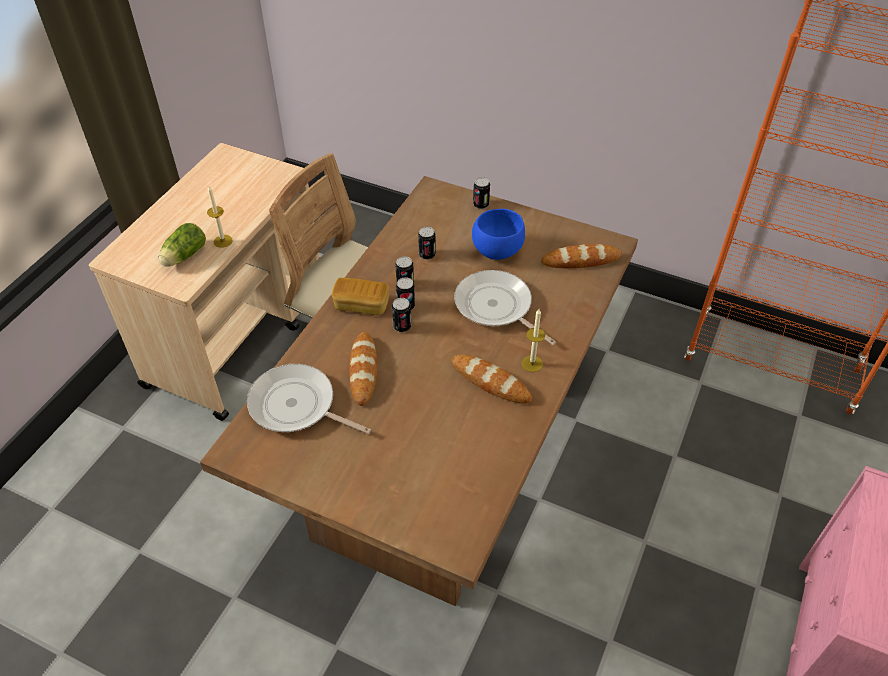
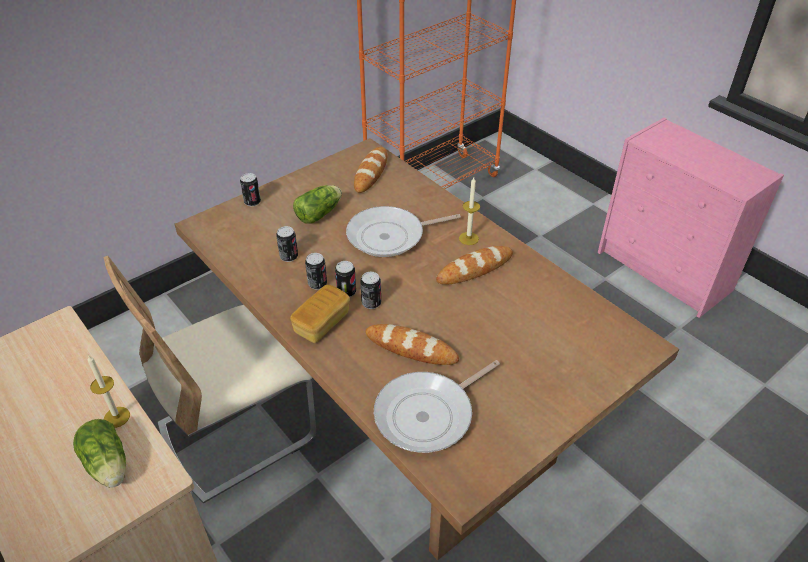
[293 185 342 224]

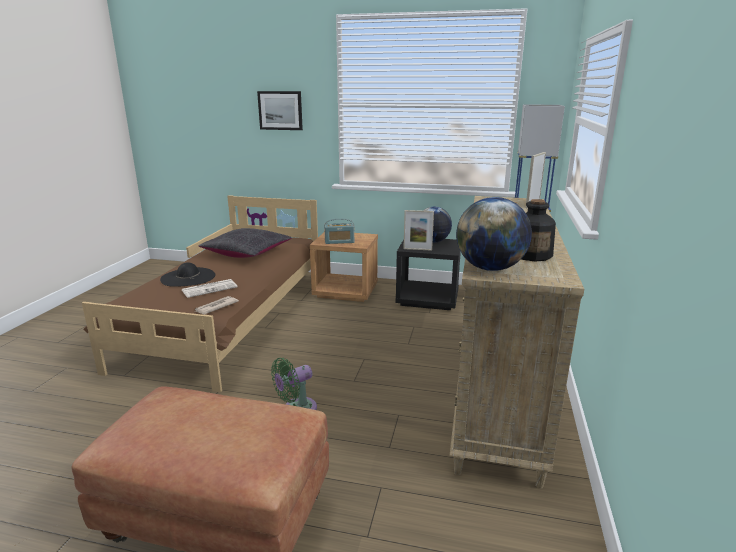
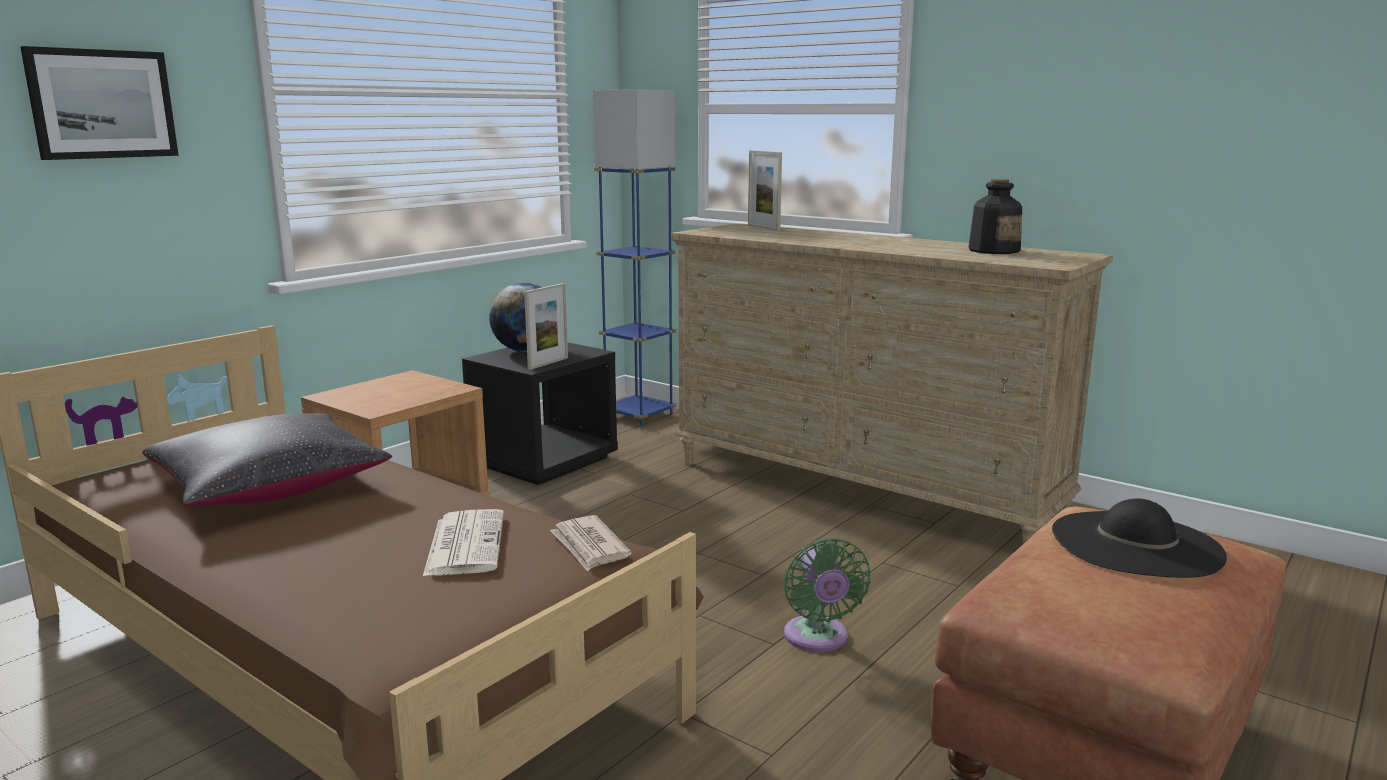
[1052 498 1227 578]
[324 219 355 244] (first image)
[456 197 532 271] (first image)

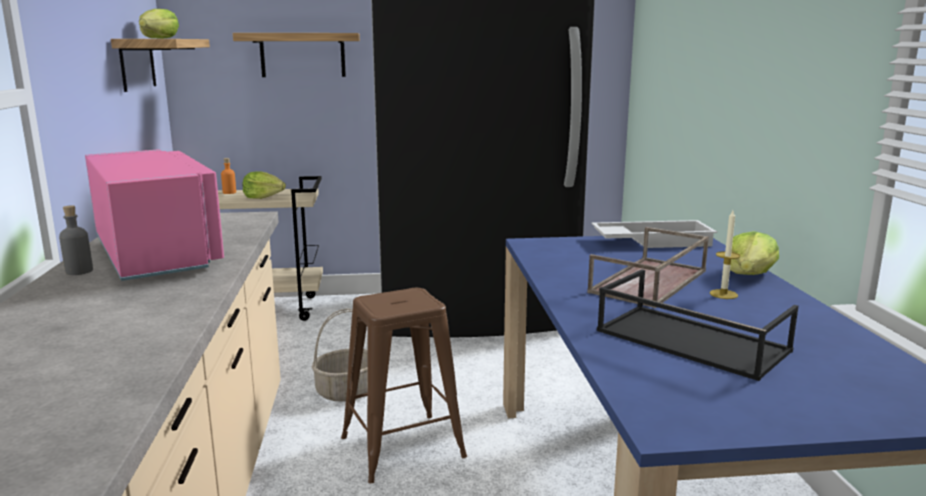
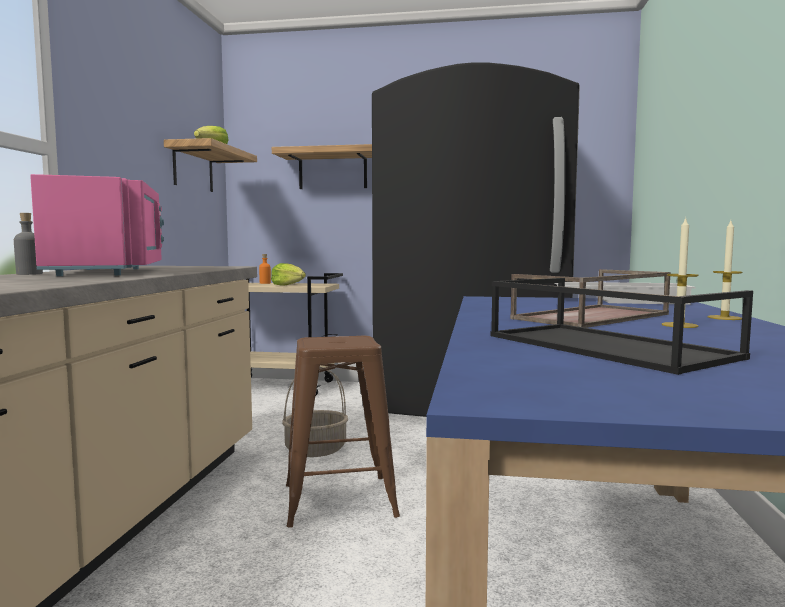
[708 221 743 320]

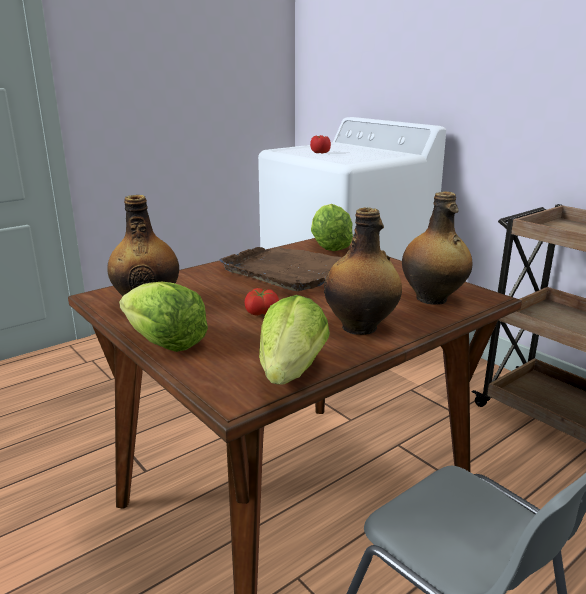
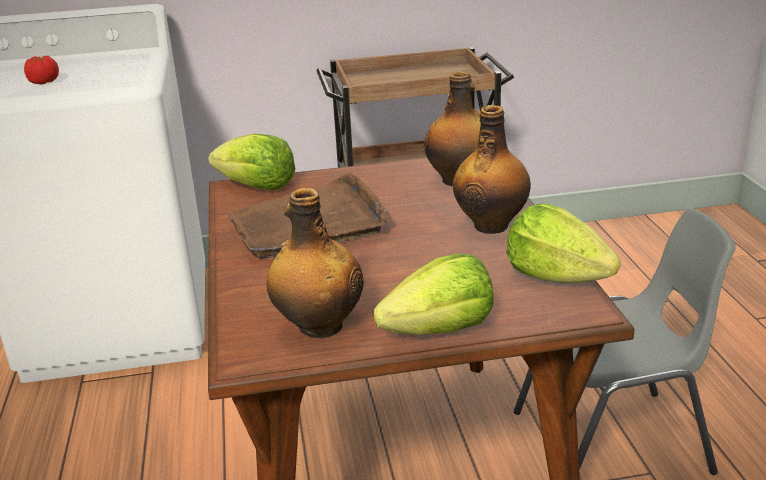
[244 288 279 316] (first image)

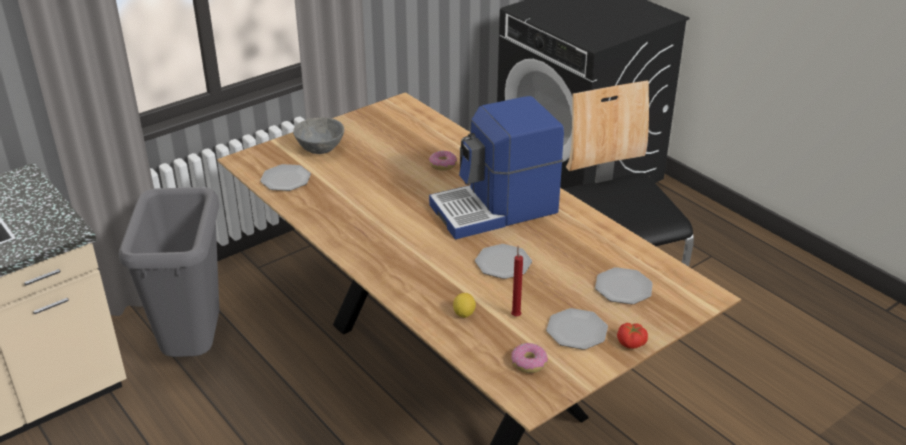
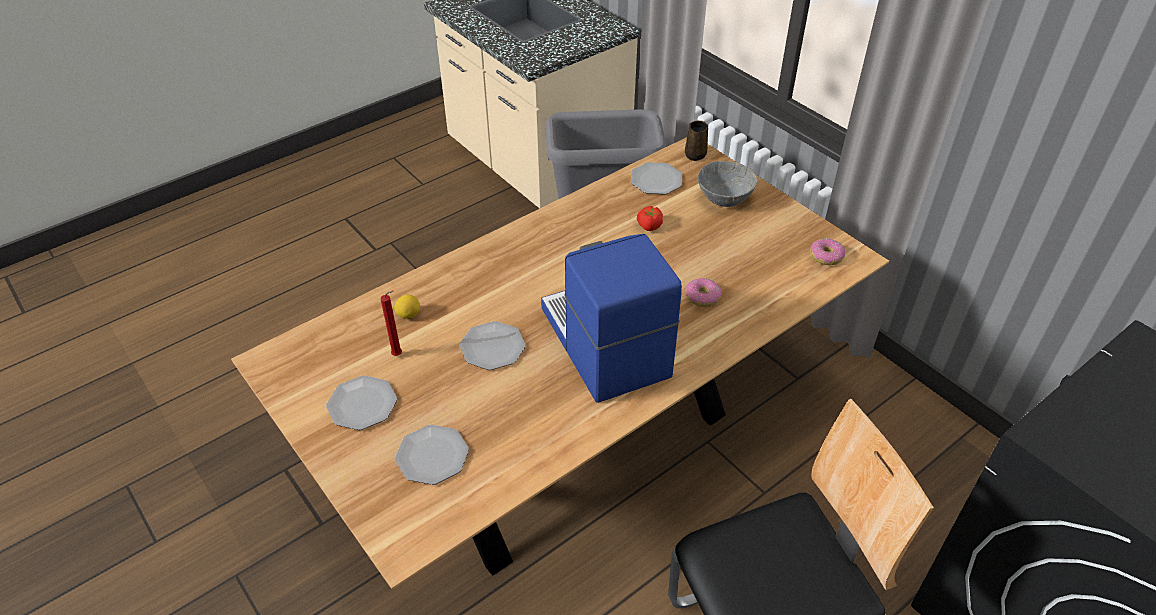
[637 206 663 231]
[685 121 708 161]
[810 238 845 265]

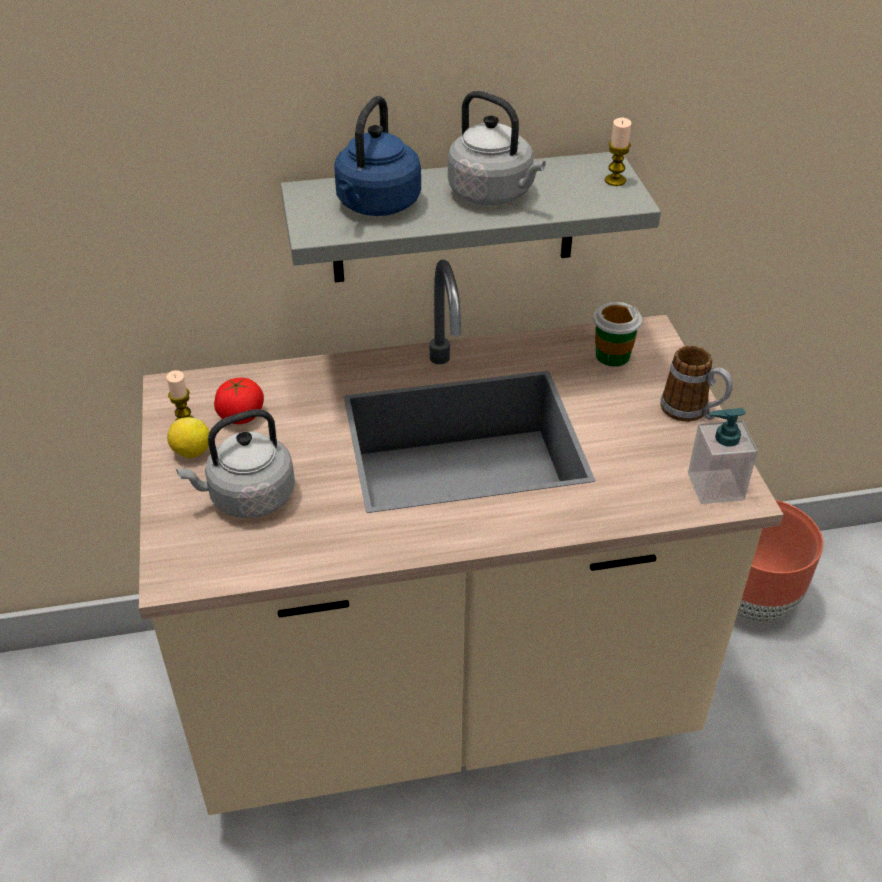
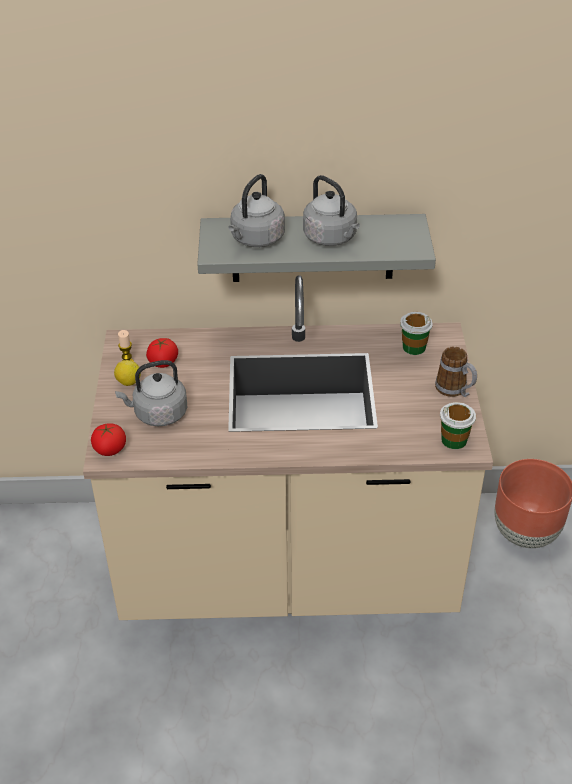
[91 423 126 456]
[228 174 285 247]
[440 402 476 449]
[605 118 631 186] (first image)

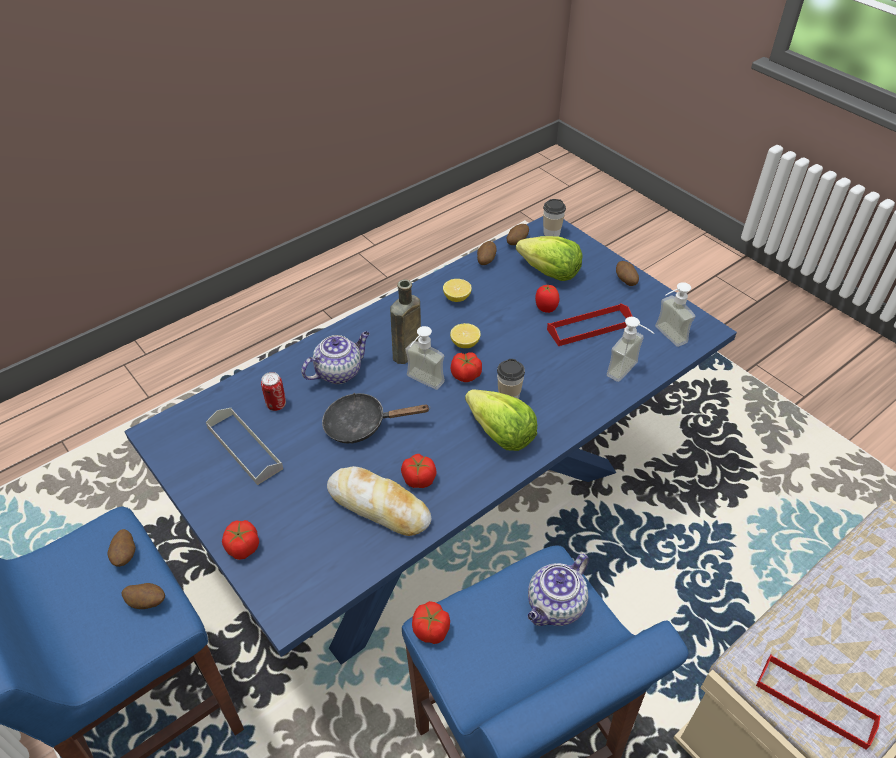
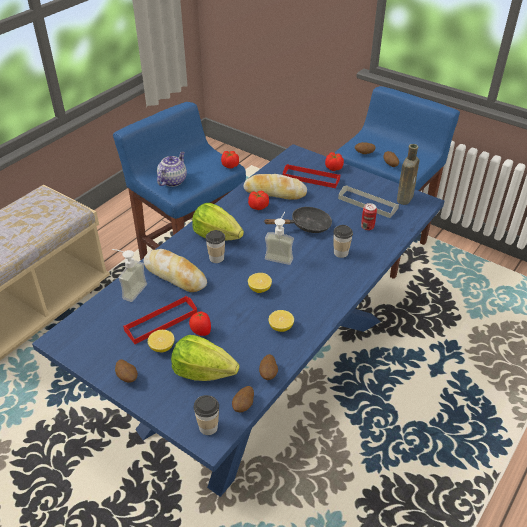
[143 249 207 292]
[148 330 174 352]
[283 164 340 188]
[333 225 353 258]
[397 144 419 205]
[450 352 482 382] (first image)
[655 282 695 347] (first image)

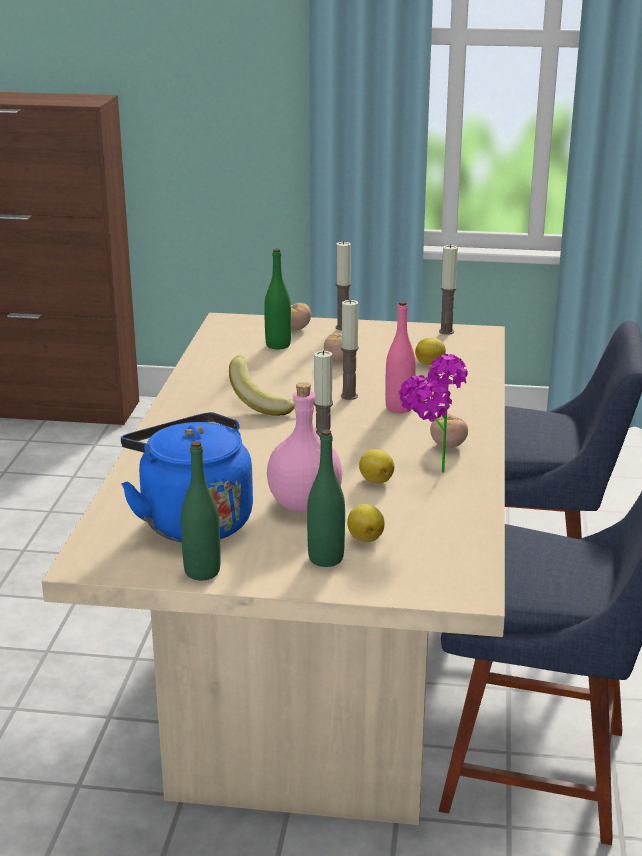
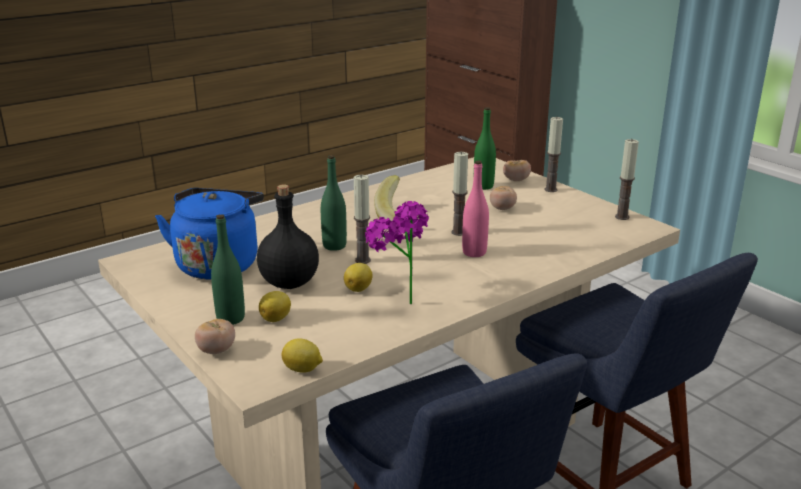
[195 319 235 354]
[257 184 319 289]
[282 338 323 373]
[321 155 347 251]

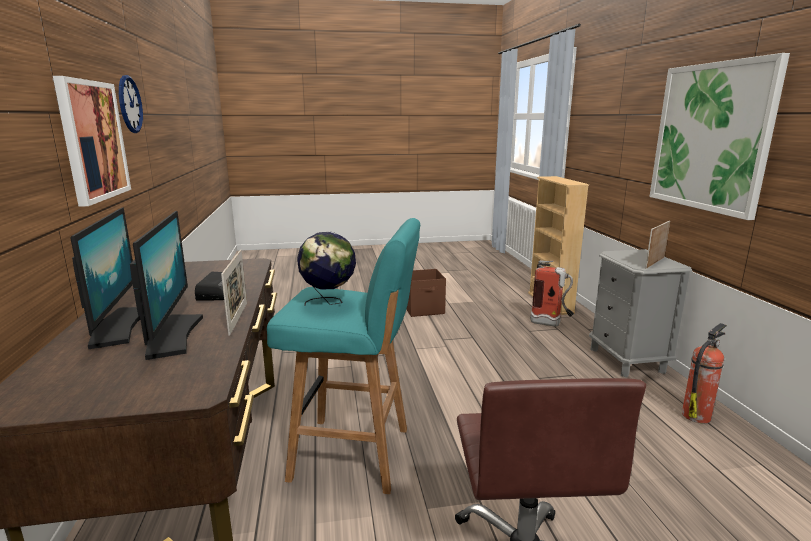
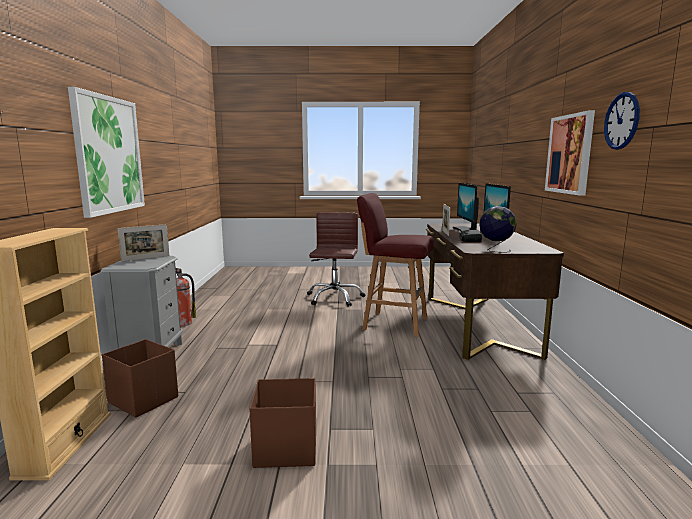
[102 339 178 417]
[357 193 434 337]
[479 206 517 253]

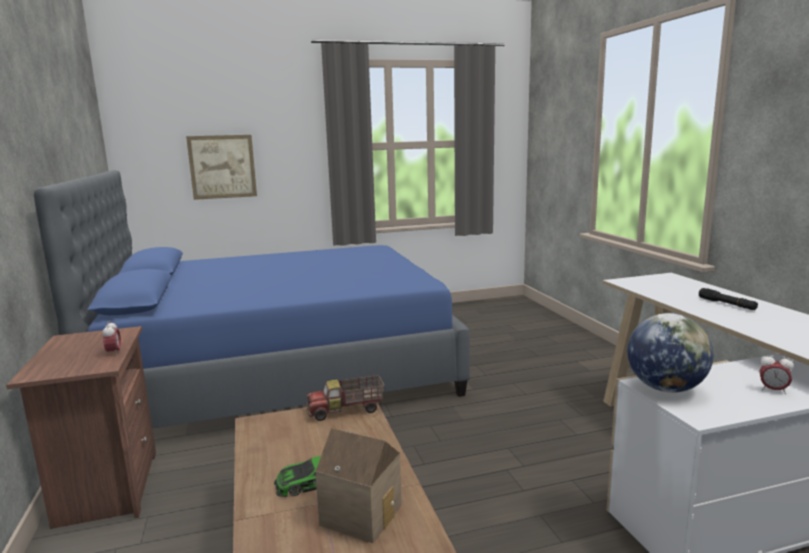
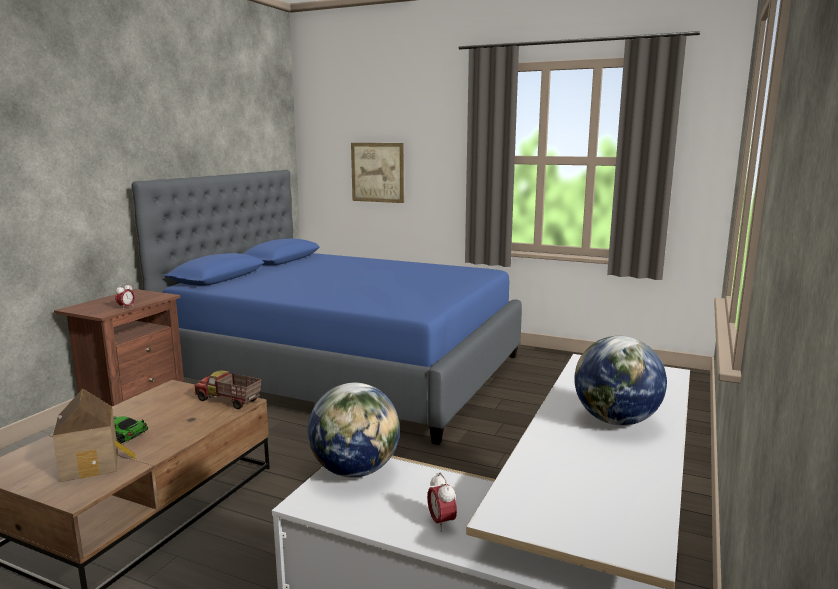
[574 336 667 426]

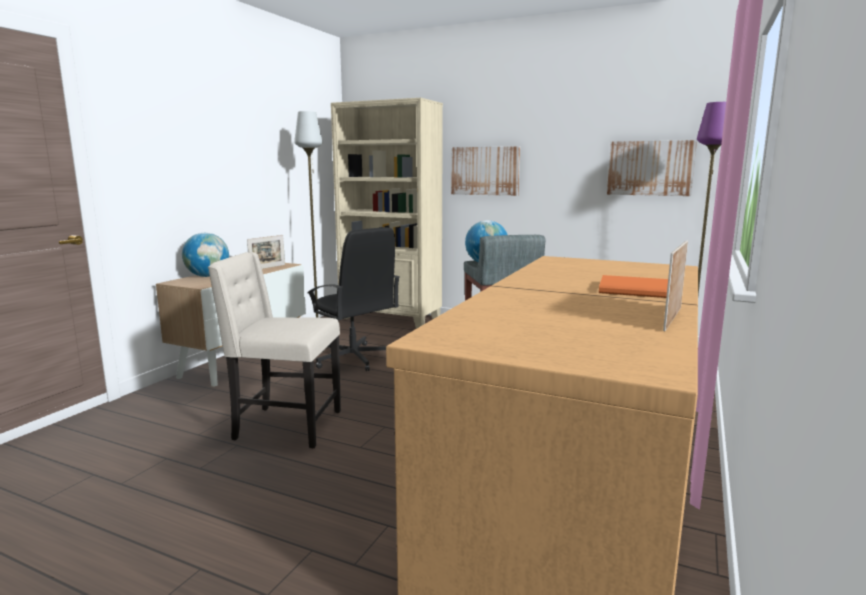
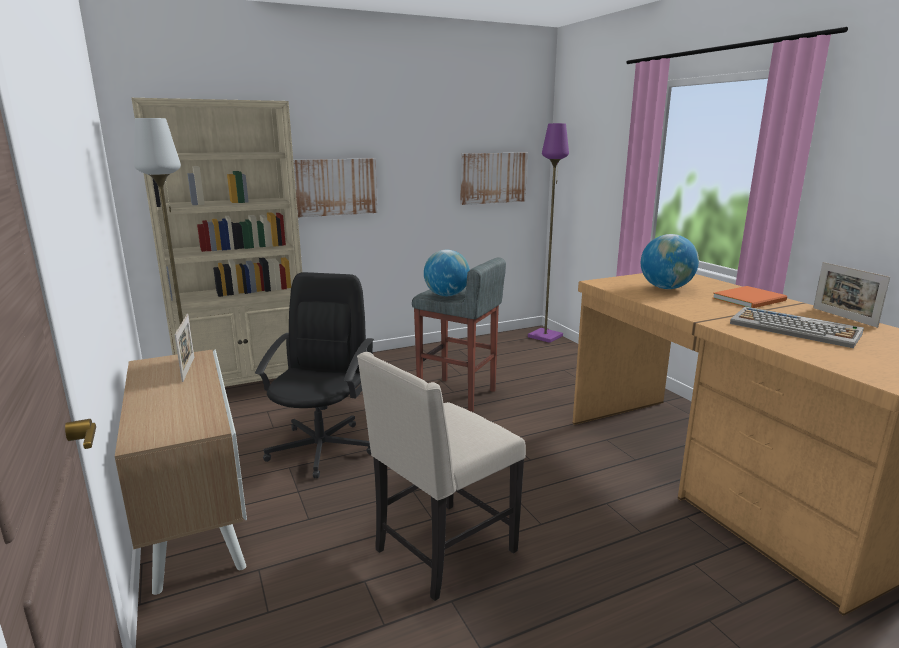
[255 272 374 478]
[641 234 699 289]
[730 306 864 348]

